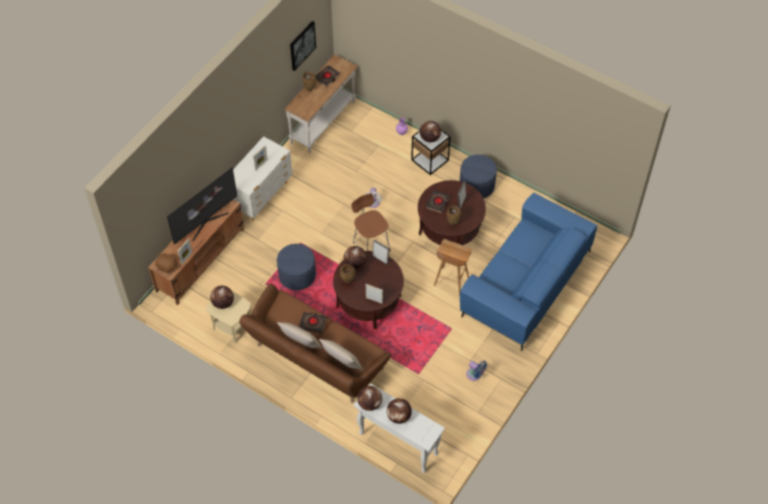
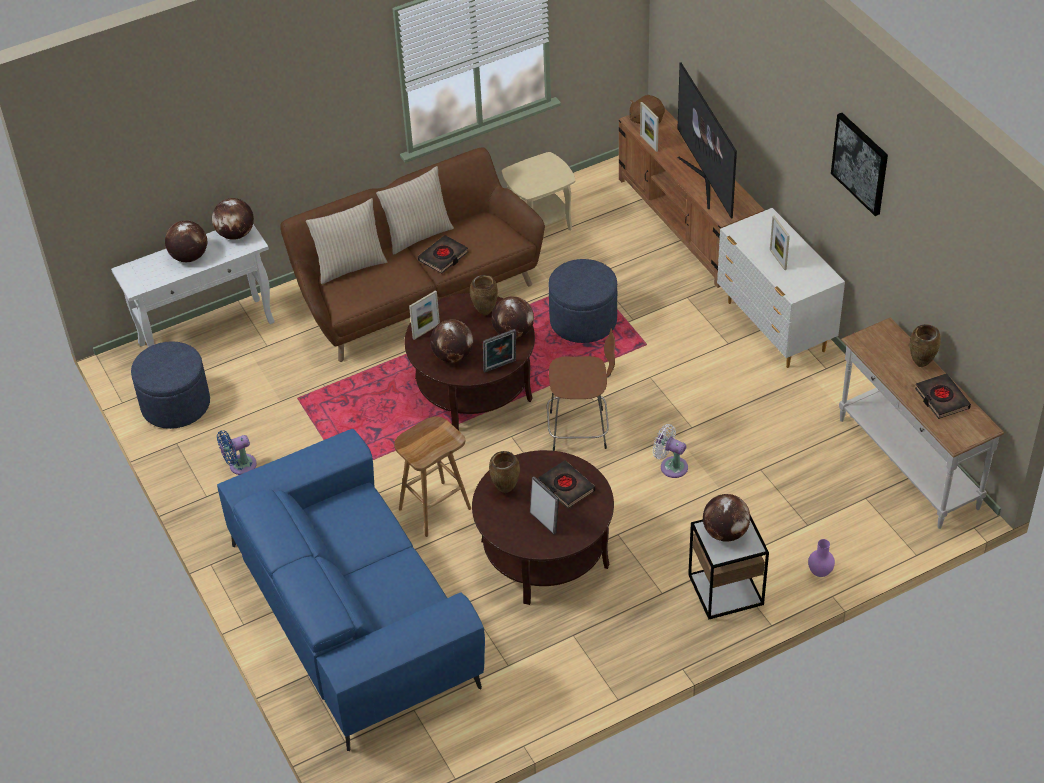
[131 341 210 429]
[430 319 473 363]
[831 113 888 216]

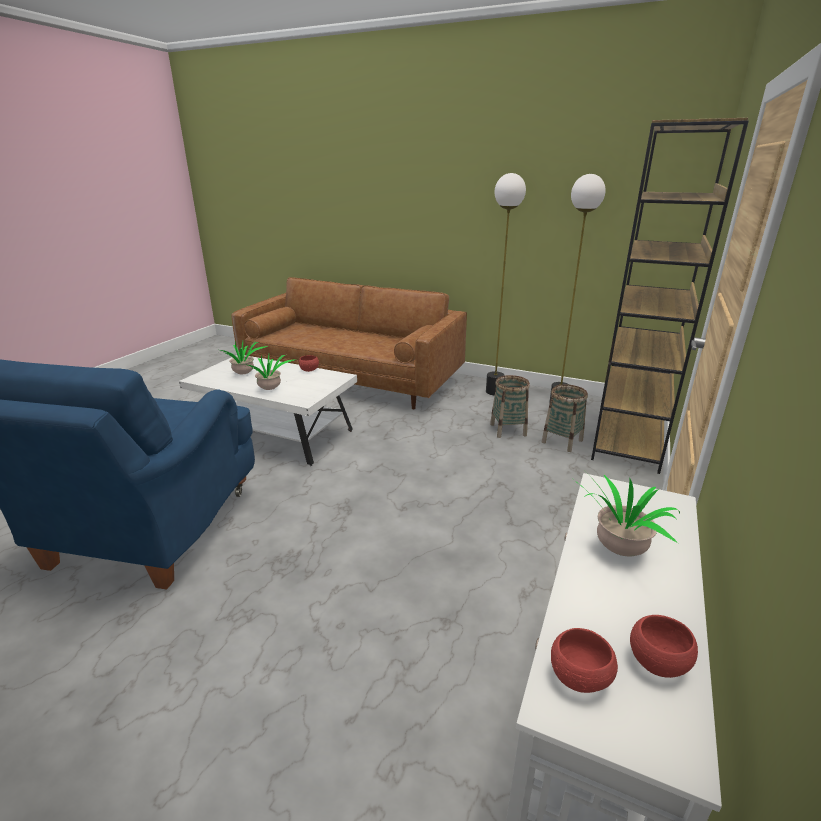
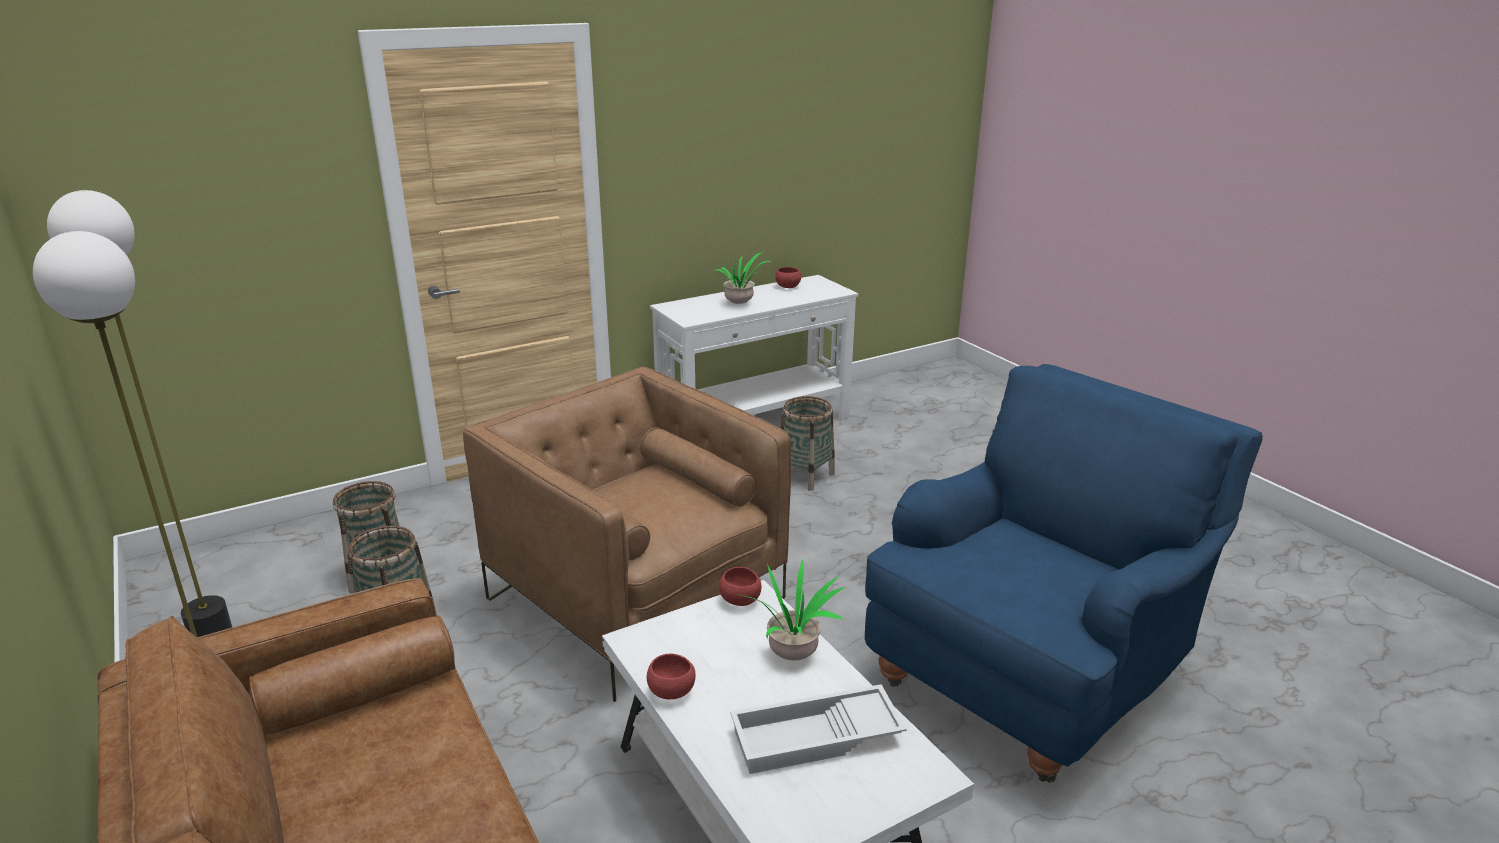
[463 367 791 702]
[719 567 762 606]
[730 684 907 774]
[781 396 835 491]
[591 118 749 474] (first image)

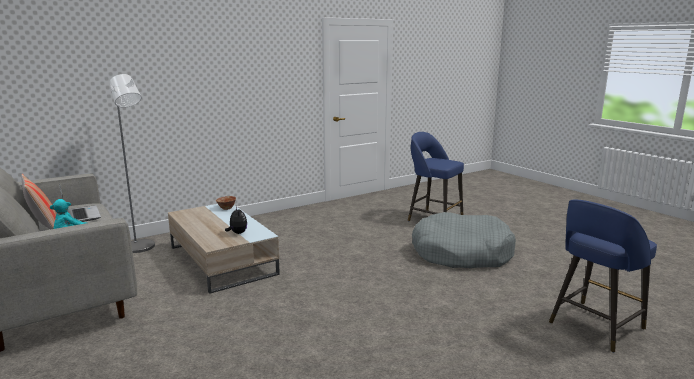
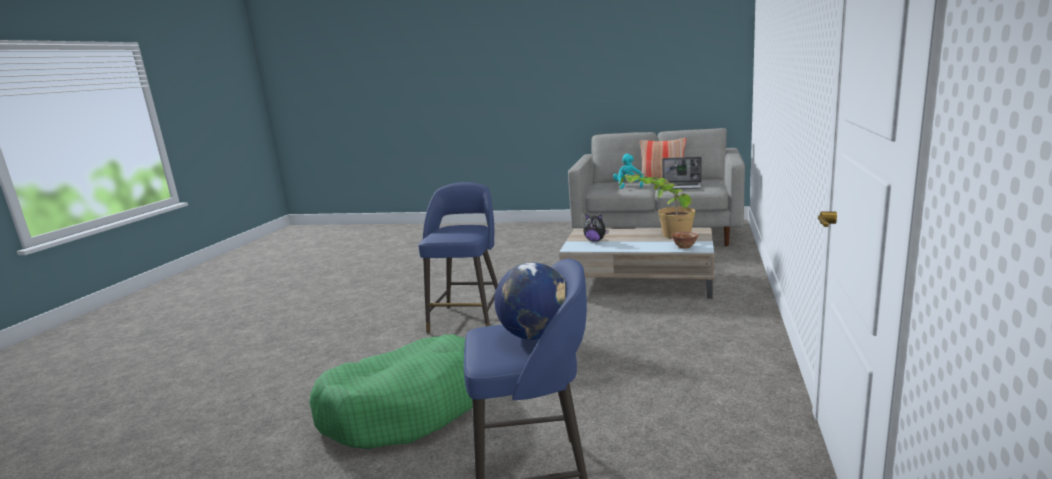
[309 334 473 449]
[419 182 498 334]
[494 263 565 340]
[620 174 695 239]
[109 74 155 253] (first image)

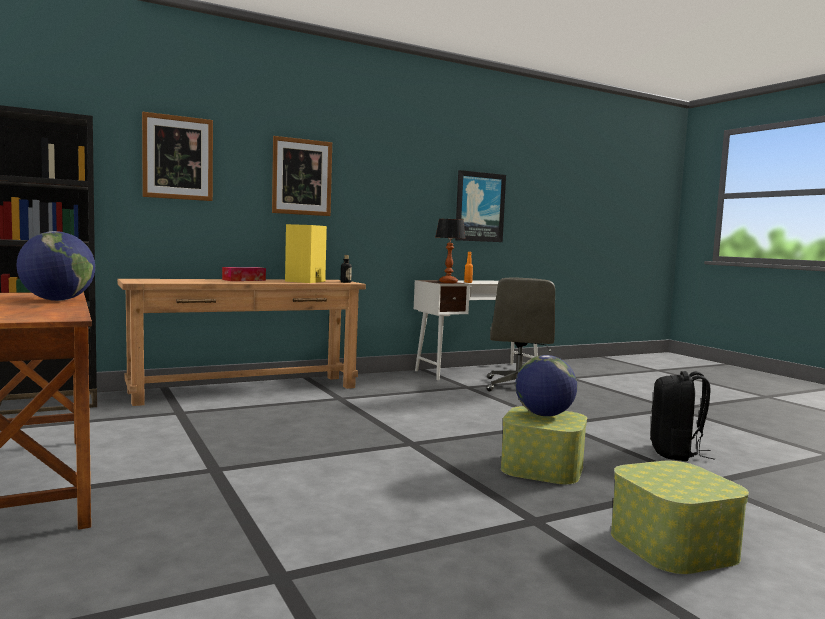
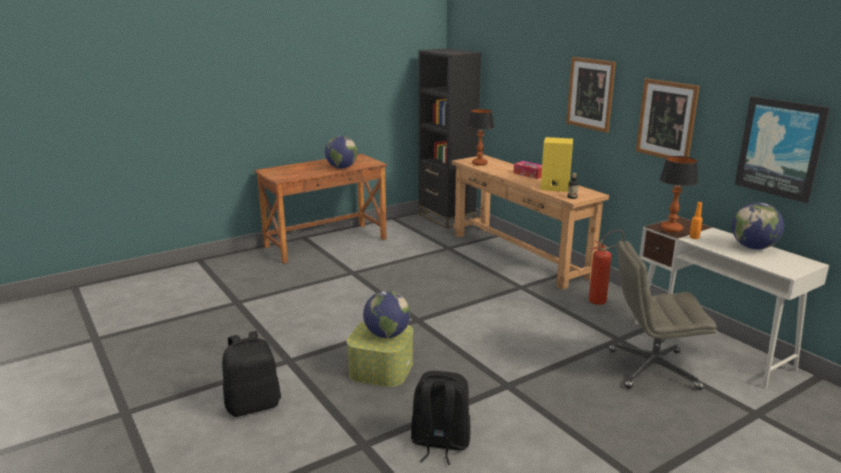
[222 331 281 417]
[468 109 494 166]
[589 229 624 305]
[636 78 700 159]
[732 203 784 249]

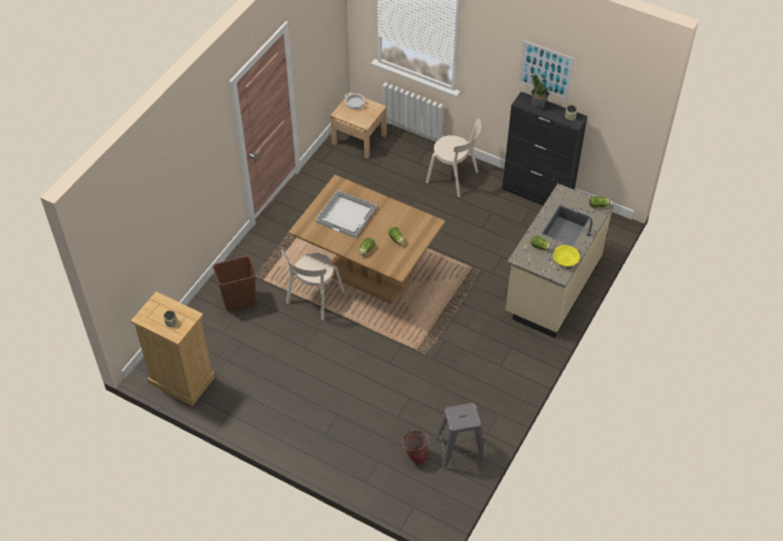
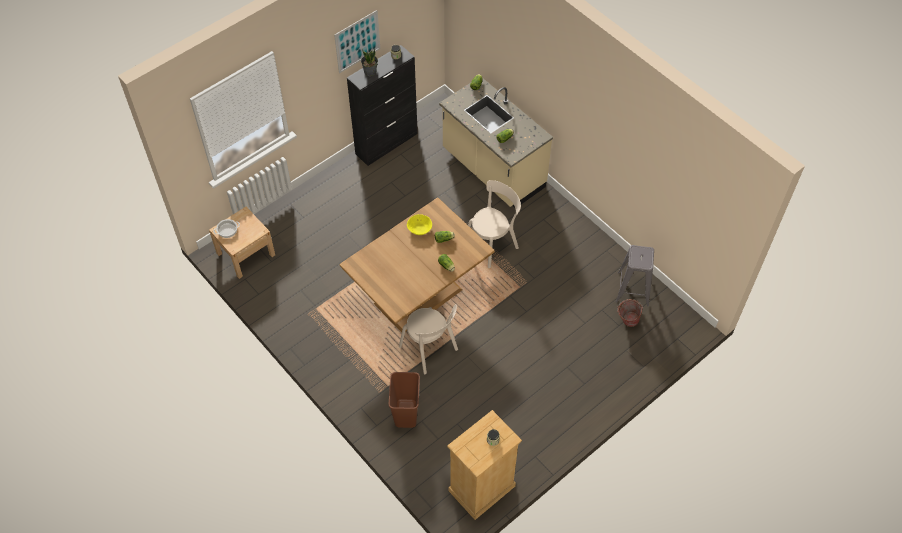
[407 214 432 235]
[468 180 521 268]
[316 190 377 238] (first image)

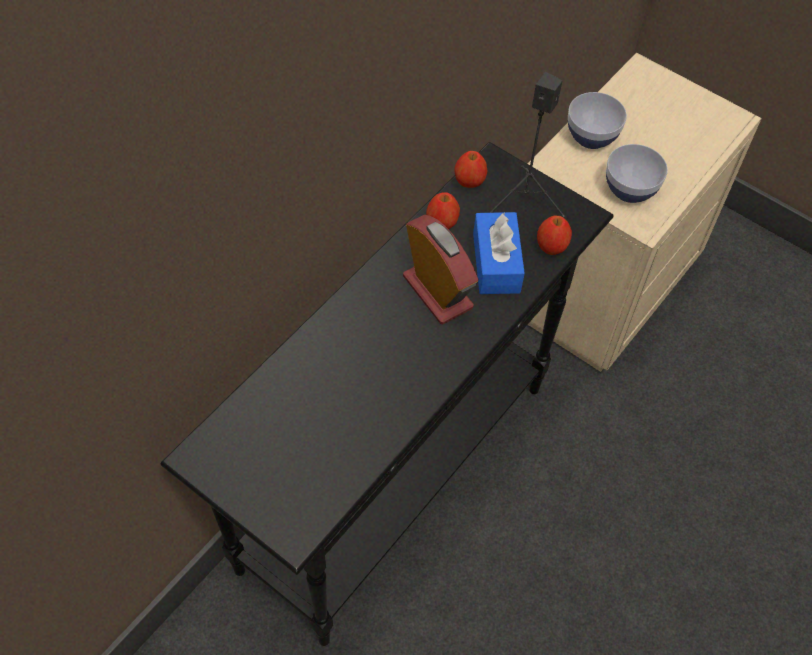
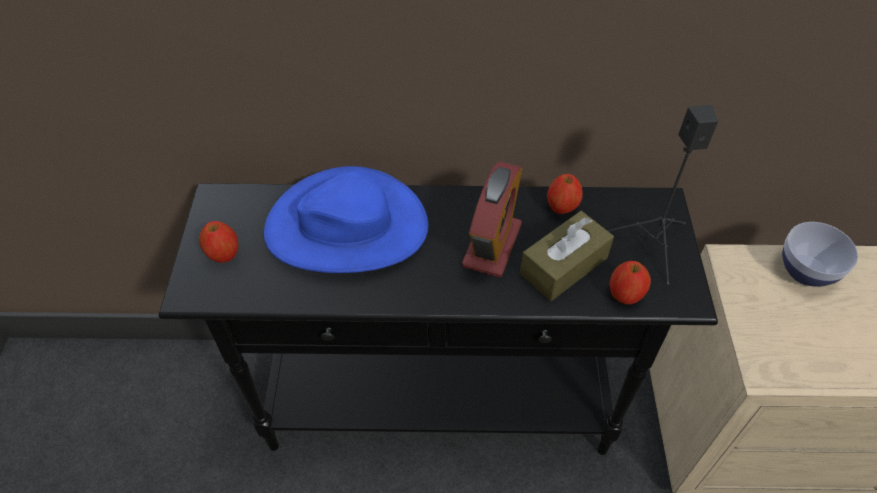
[199 221 238 263]
[264 166 429 273]
[520 211 614 301]
[606 144 668 203] (first image)

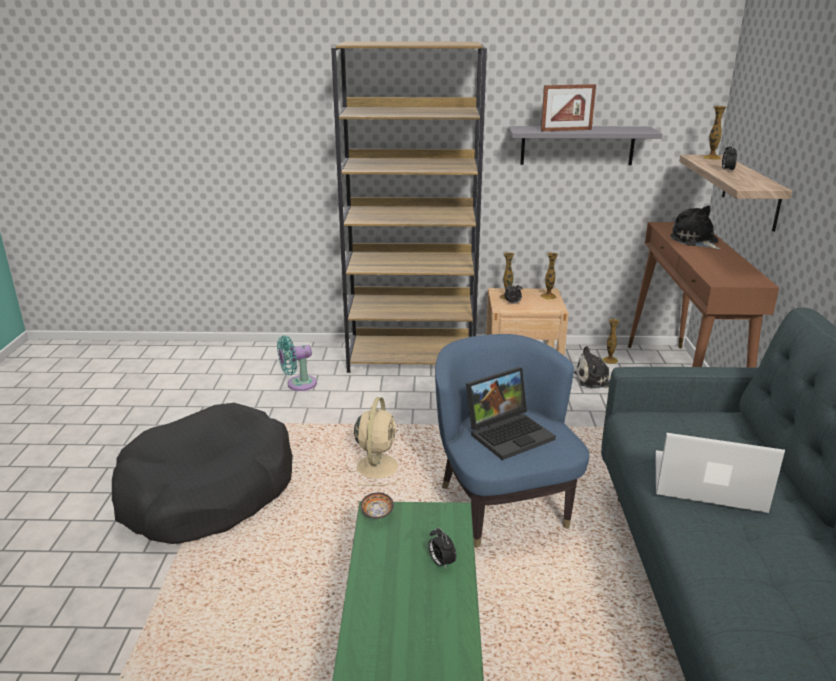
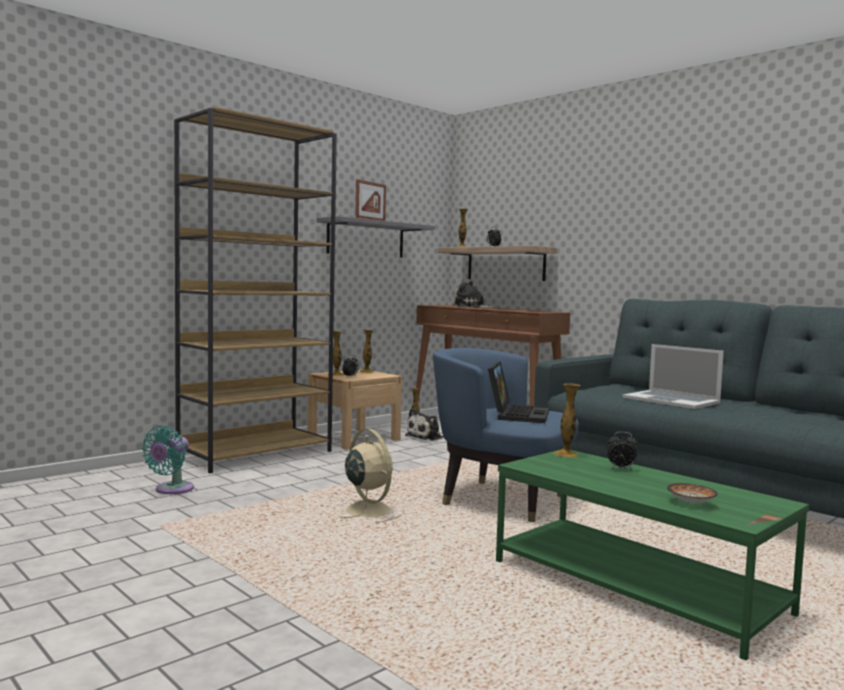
[553 383 581 458]
[622 344 724 409]
[667 483 718 504]
[112 403 293 544] (first image)

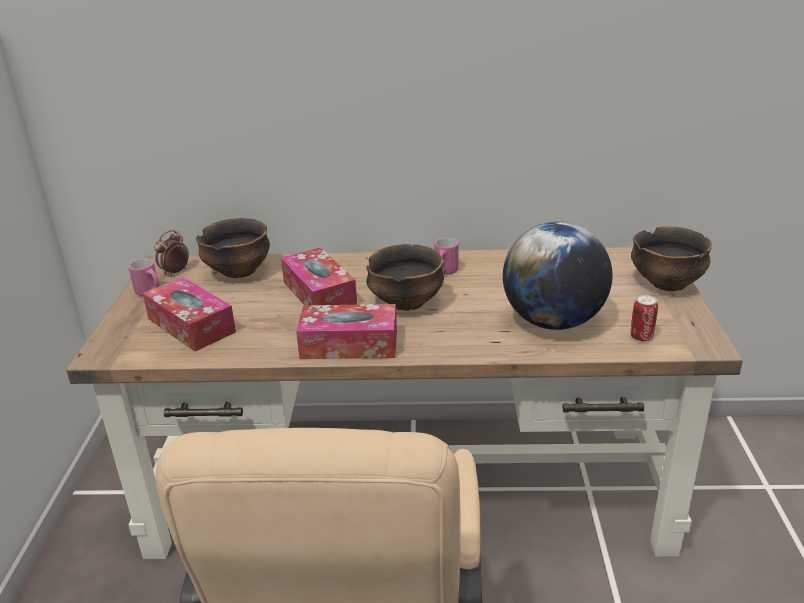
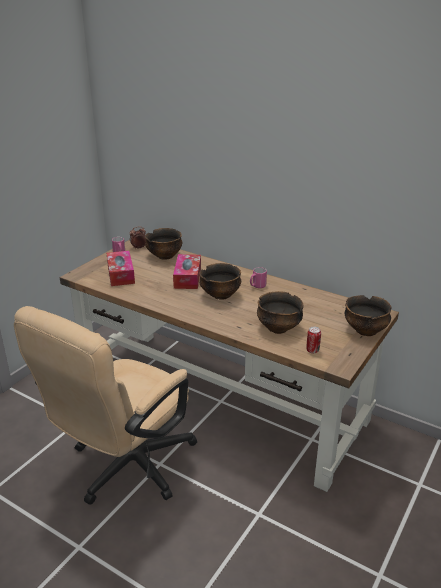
[257 291 304 334]
[296 304 397 359] (first image)

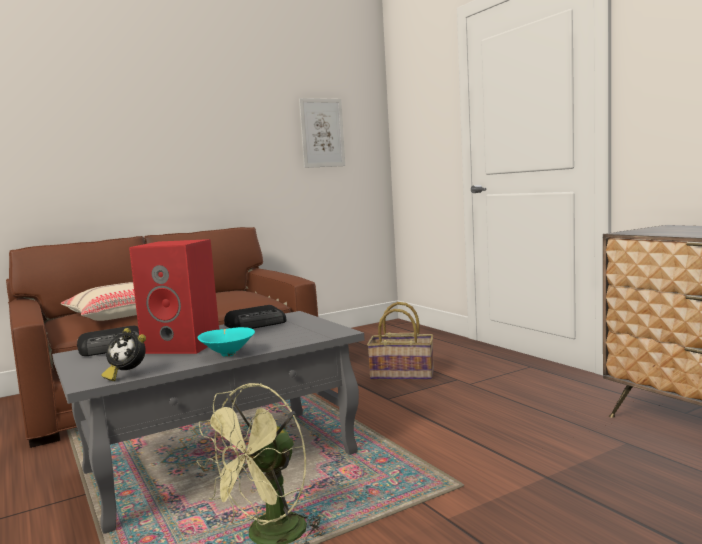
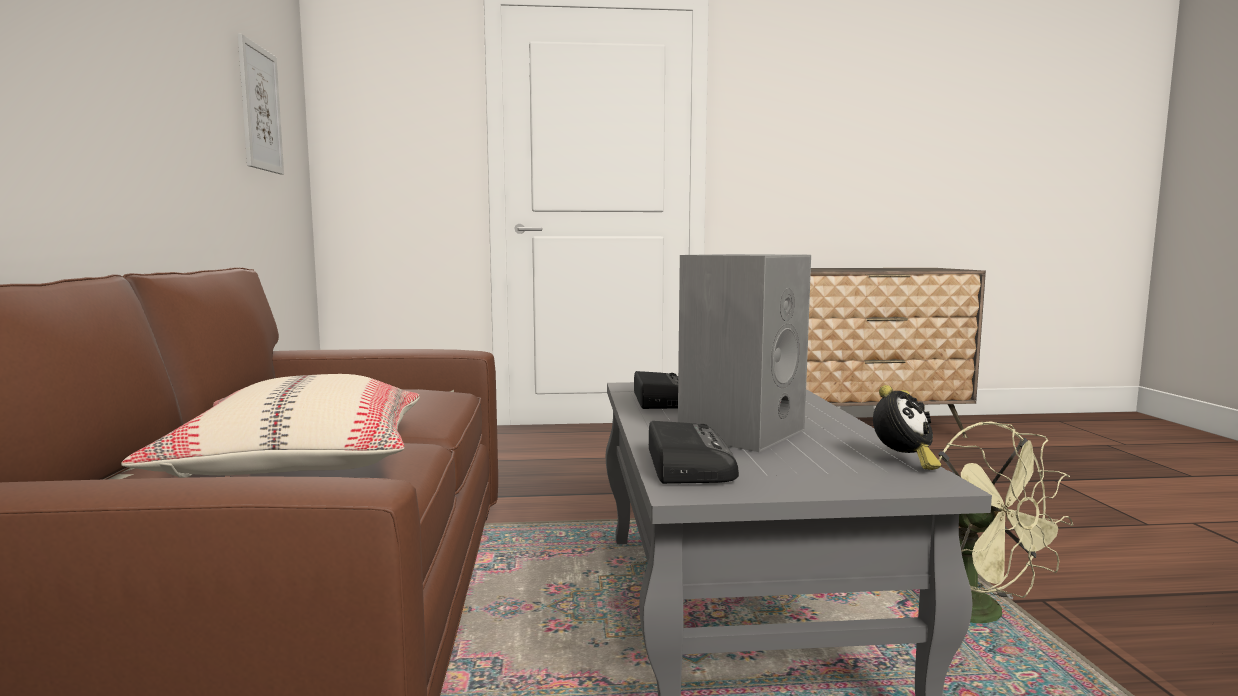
[678 254 811 452]
[197 327 255 357] (first image)
[367 302 434 380] (first image)

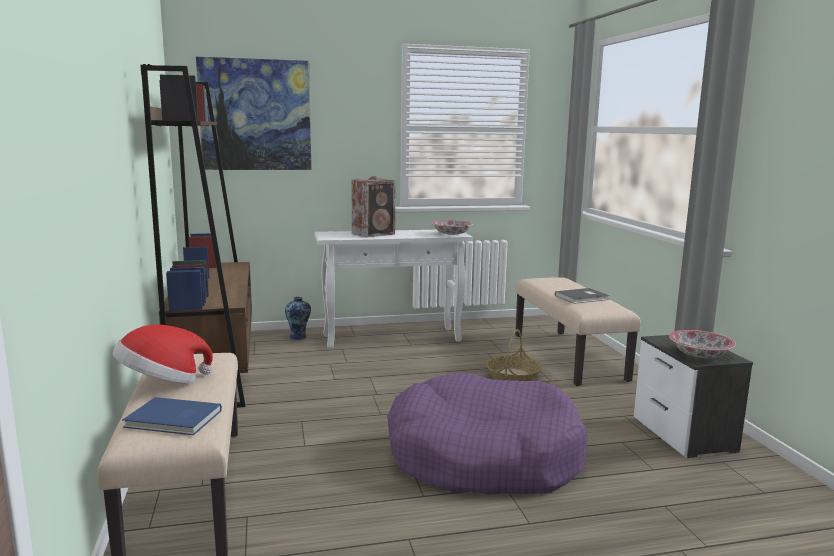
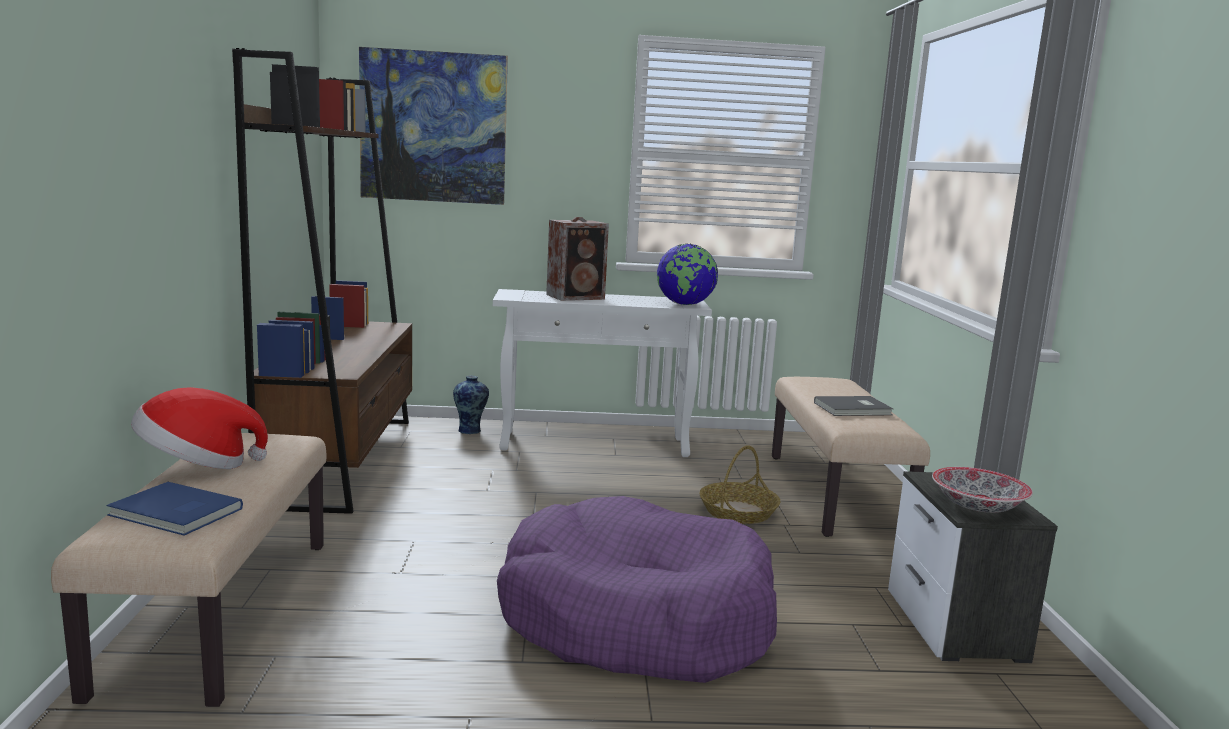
[657 244 718 305]

